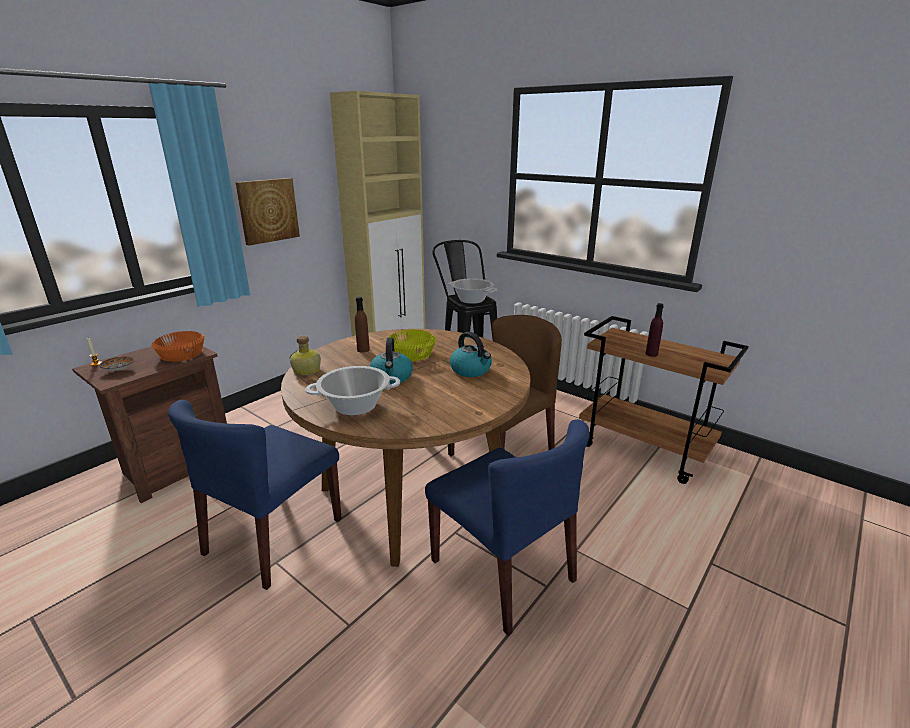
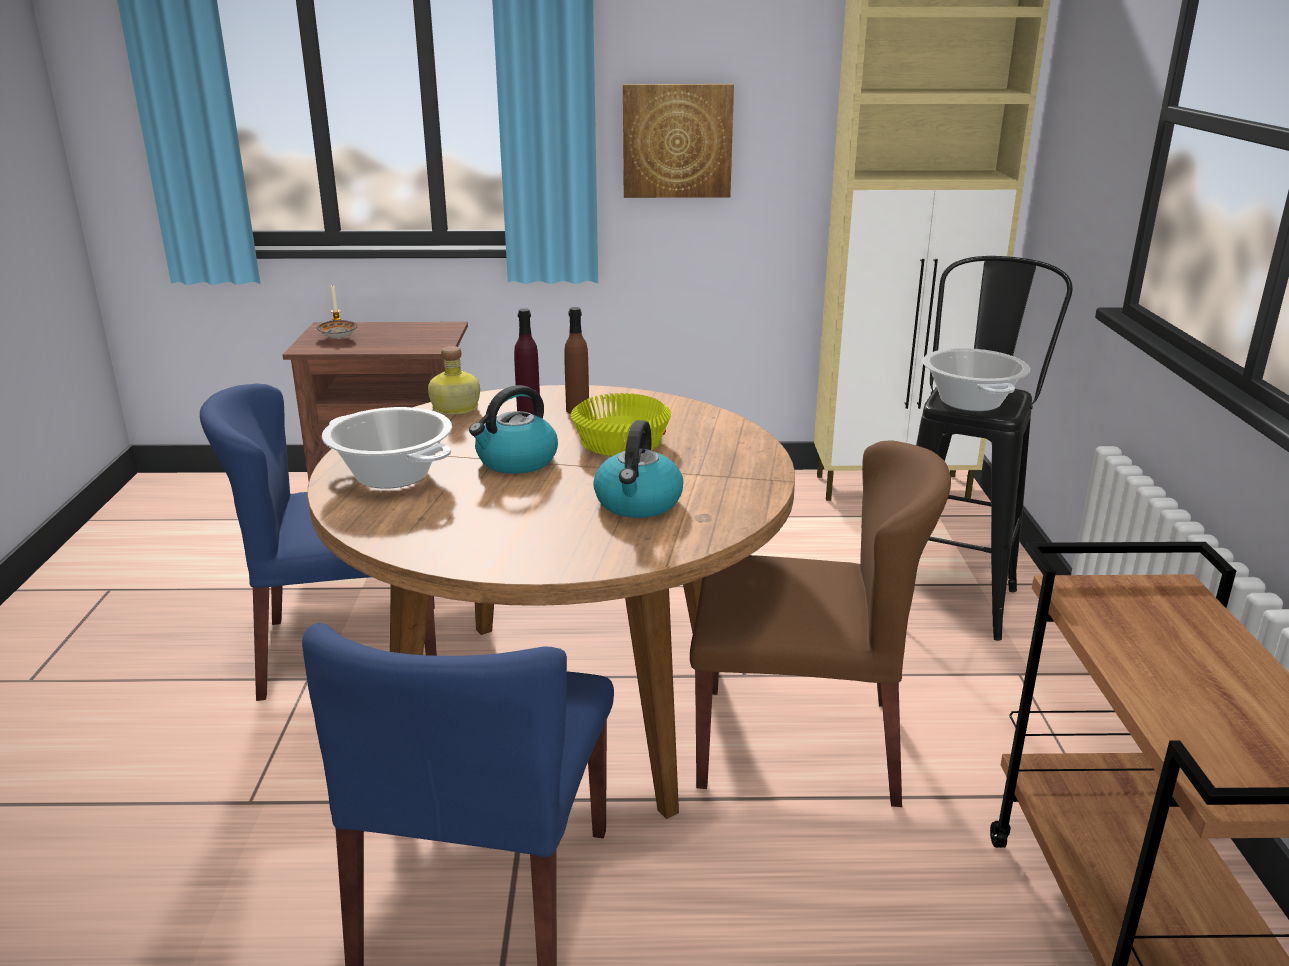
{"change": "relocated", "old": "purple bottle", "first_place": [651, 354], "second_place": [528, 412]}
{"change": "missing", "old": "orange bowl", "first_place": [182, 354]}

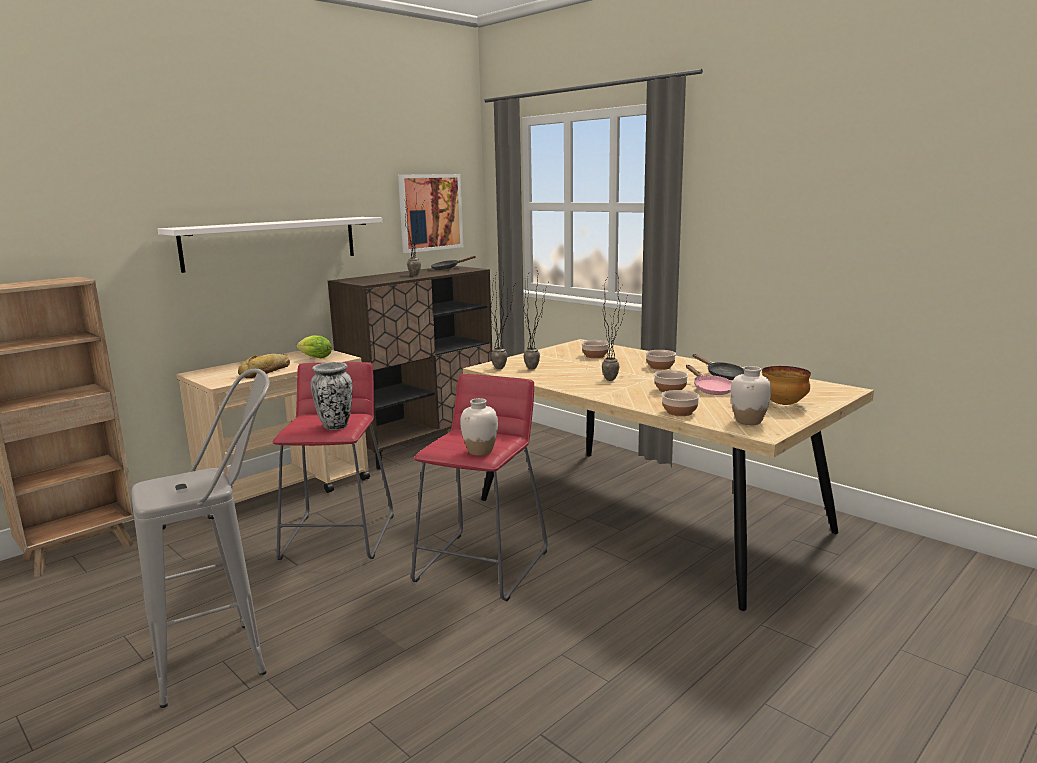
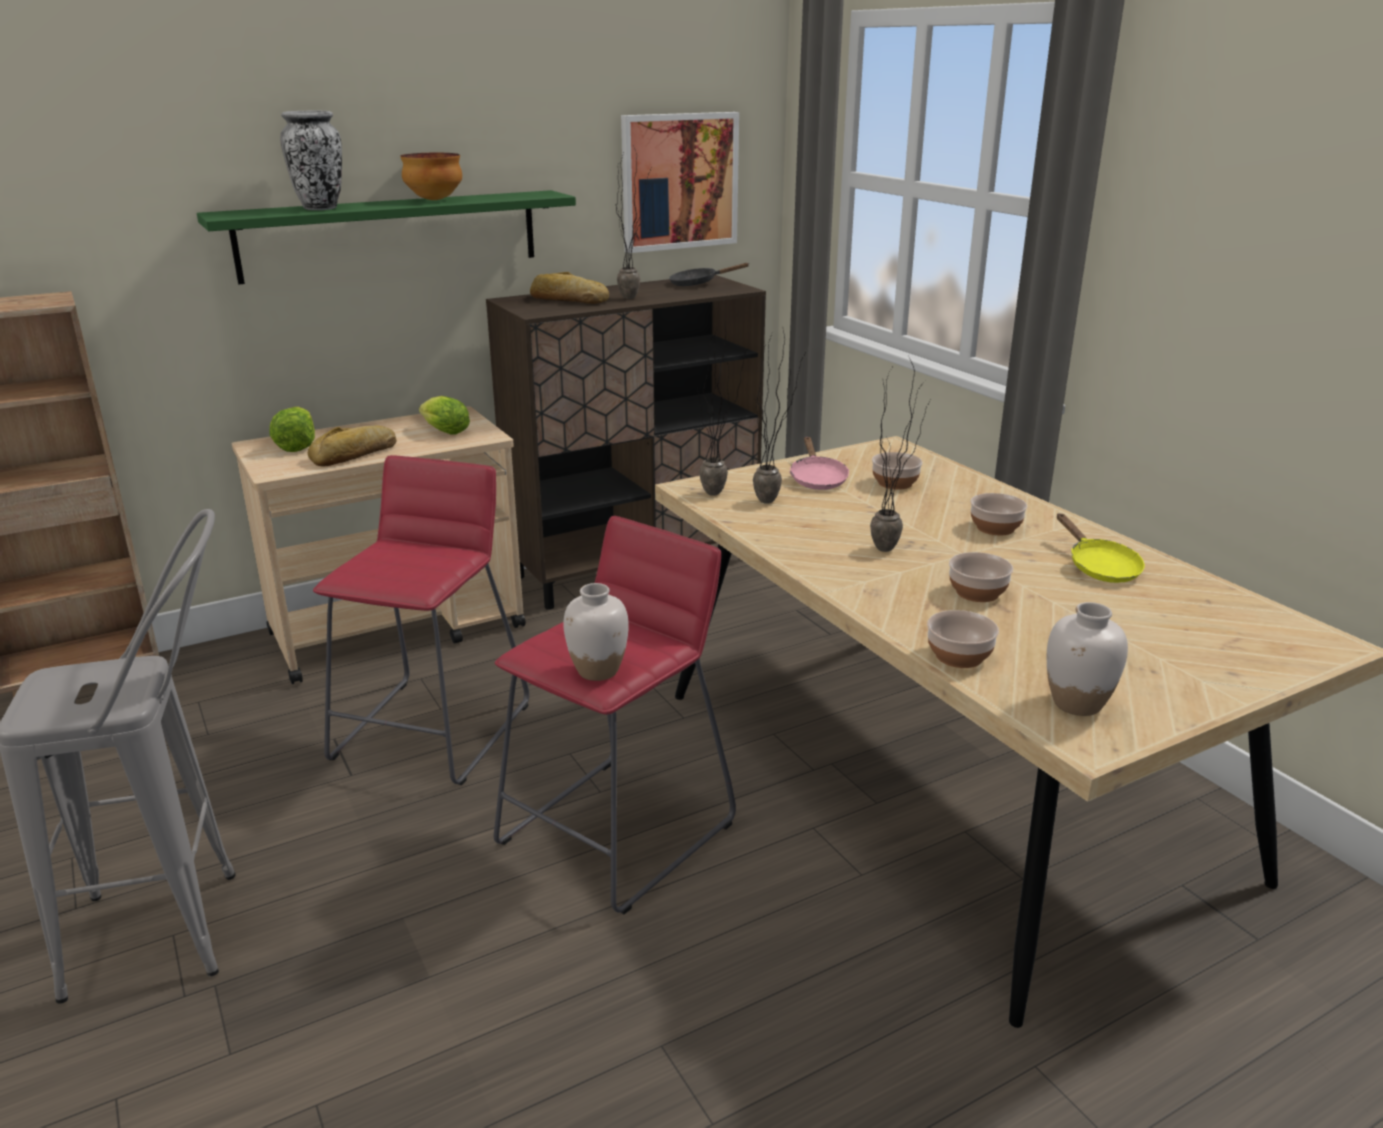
{"change": "colour", "old": "white shelf", "new": "green shelf", "first_place": [272, 242], "second_place": [390, 235]}
{"change": "appeared", "new": "lettuce", "second_place": [297, 445]}
{"change": "relocated", "old": "vase", "first_place": [335, 426], "second_place": [320, 208]}
{"change": "relocated", "old": "bowl", "first_place": [783, 404], "second_place": [433, 200]}
{"change": "appeared", "new": "bread", "second_place": [568, 300]}
{"change": "relocated", "old": "pink frying pan", "first_place": [710, 389], "second_place": [817, 479]}
{"change": "colour", "old": "black frying pan", "new": "yellow frying pan", "first_place": [722, 375], "second_place": [1099, 567]}

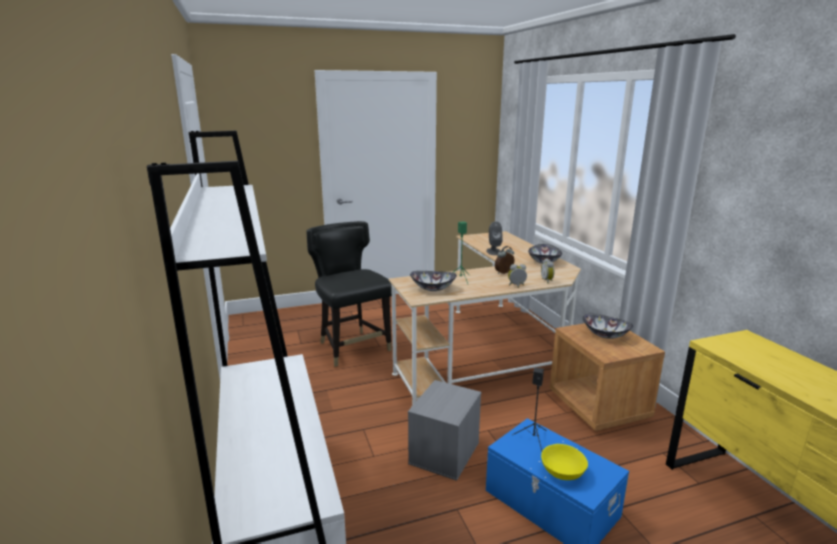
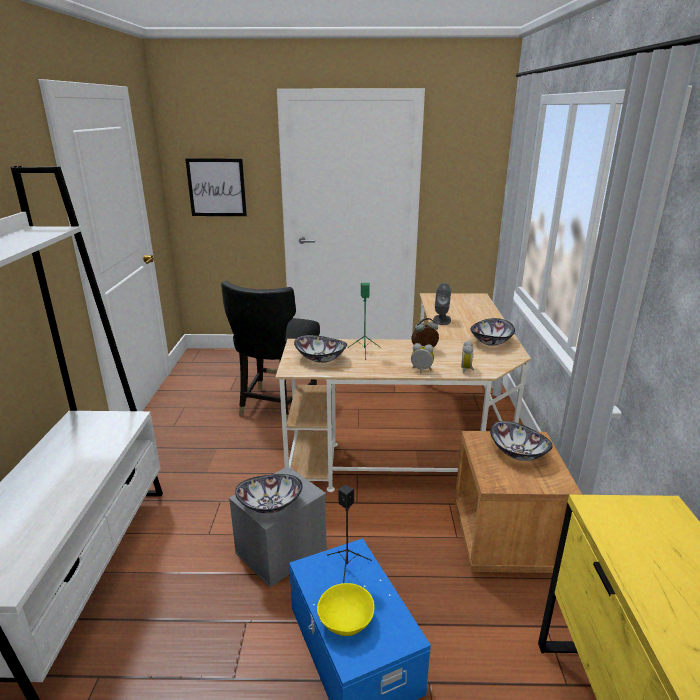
{"change": "appeared", "new": "picture", "second_place": [216, 187]}
{"change": "spun", "old": "black chair", "first_place": [353, 348], "second_place": [276, 405], "degrees": -150}
{"change": "appeared", "new": "bowl", "second_place": [270, 504]}

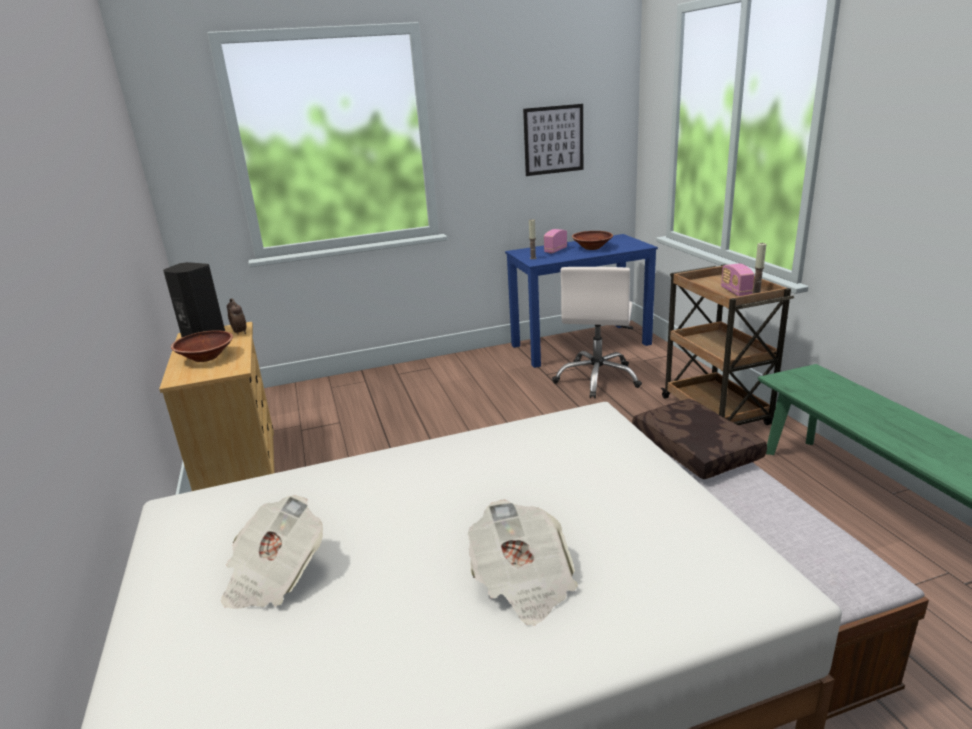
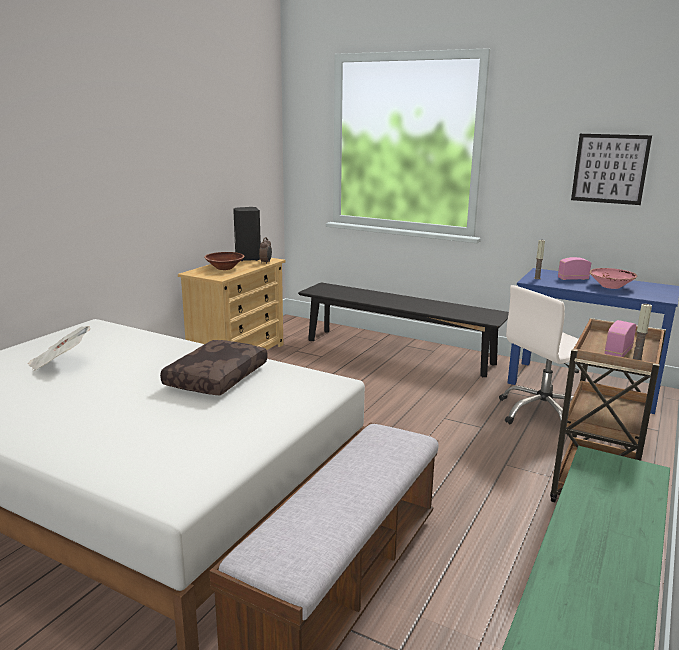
{"change": "relocated", "old": "brown pillow", "first_place": [693, 449], "second_place": [216, 377]}
{"change": "appeared", "new": "black bench", "second_place": [398, 352]}
{"change": "colour", "old": "brown bowl", "new": "pink bowl", "first_place": [592, 248], "second_place": [611, 286]}
{"change": "missing", "old": "newspaper", "first_place": [523, 582]}

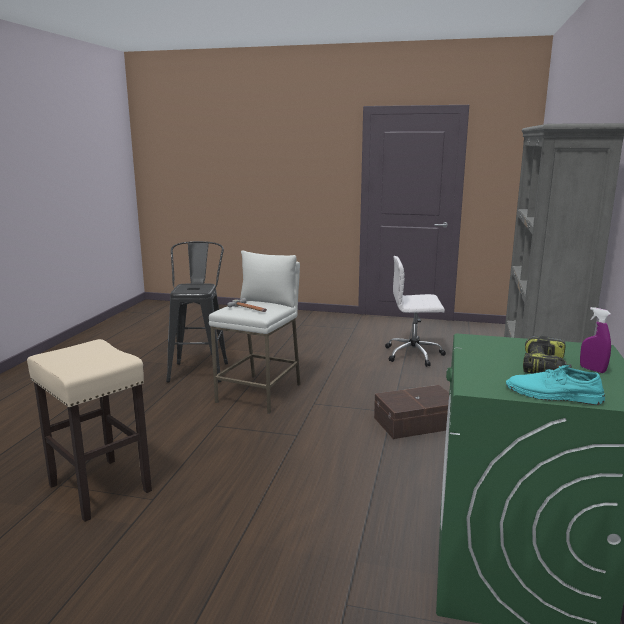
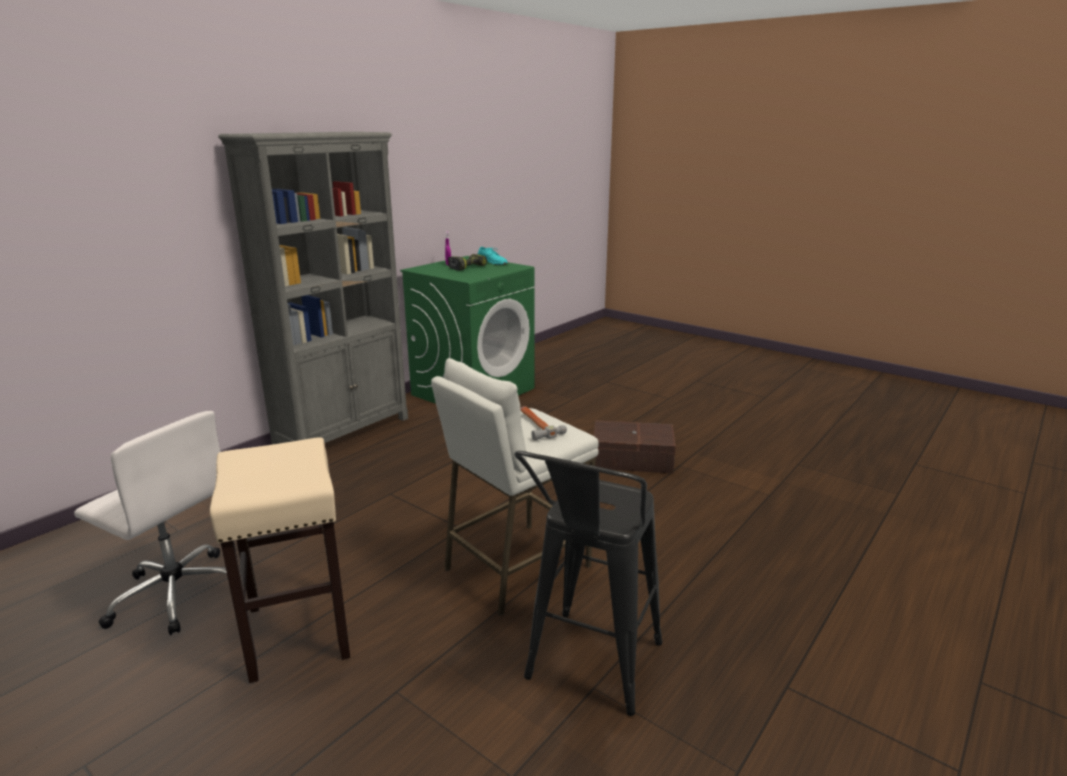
{"change": "relocated", "old": "beige stool", "first_place": [99, 487], "second_place": [299, 633]}
{"change": "relocated", "old": "brown storage box", "first_place": [417, 423], "second_place": [631, 458]}

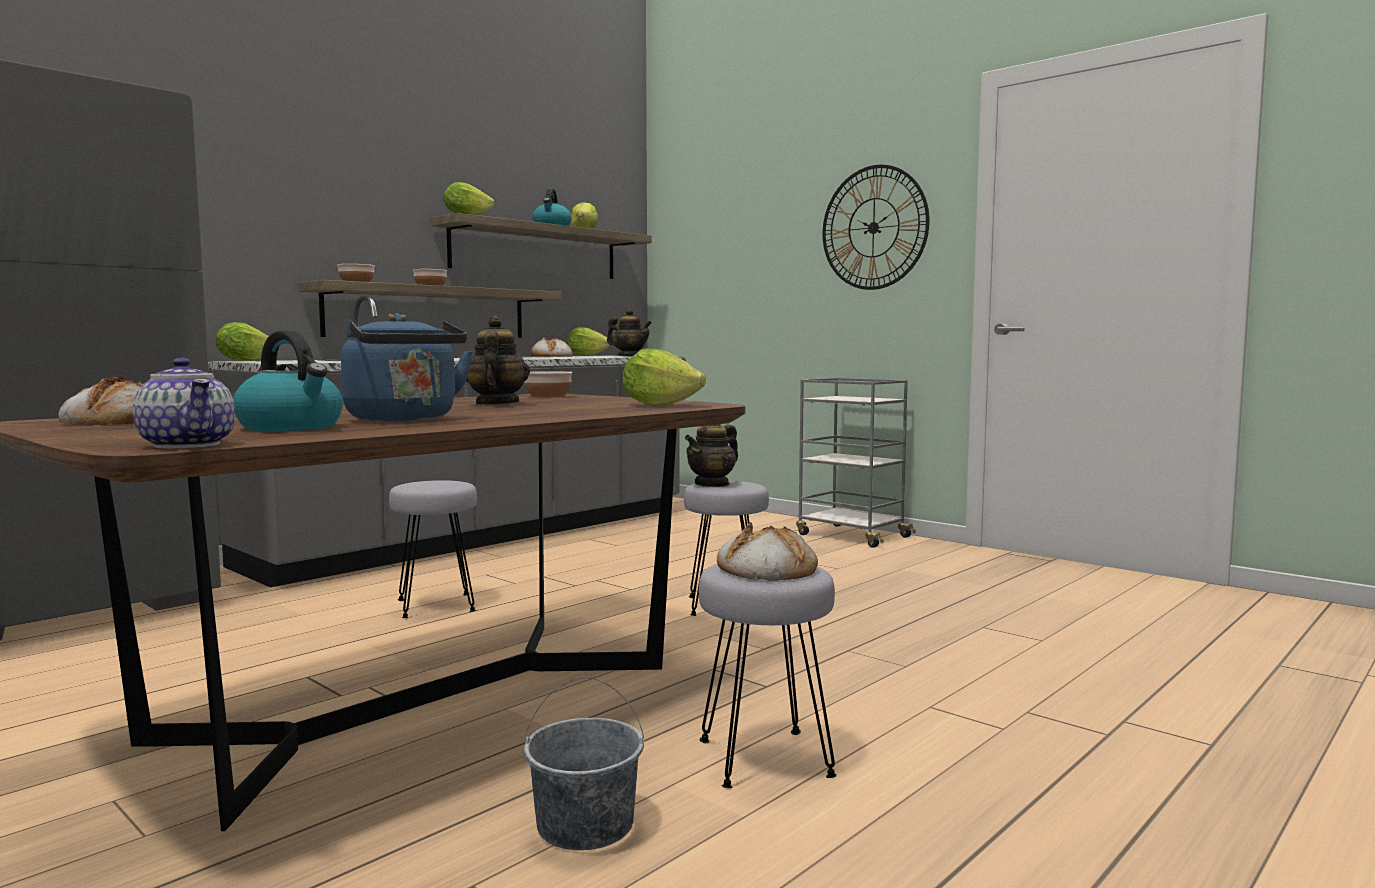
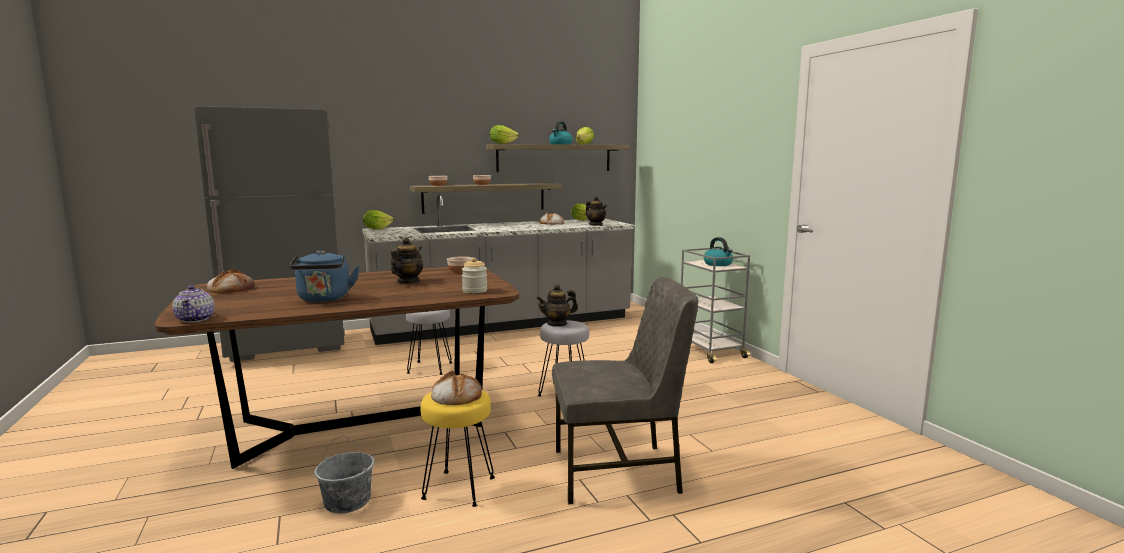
{"change": "colour", "old": "grey stool", "new": "yellow stool", "first_place": [764, 759], "second_place": [458, 489]}
{"change": "exchanged", "old": "lettuce", "new": "jar", "first_place": [660, 405], "second_place": [474, 291]}
{"change": "appeared", "new": "grey chair", "second_place": [618, 472]}
{"change": "relocated", "old": "kettle", "first_place": [291, 427], "second_place": [718, 264]}
{"change": "missing", "old": "wall clock", "first_place": [874, 228]}

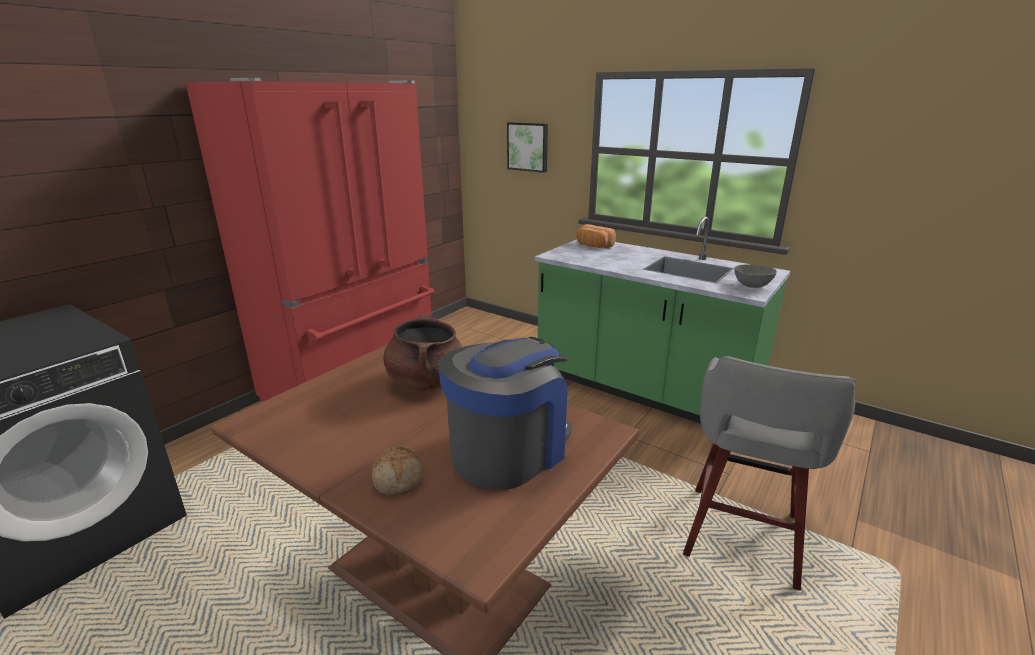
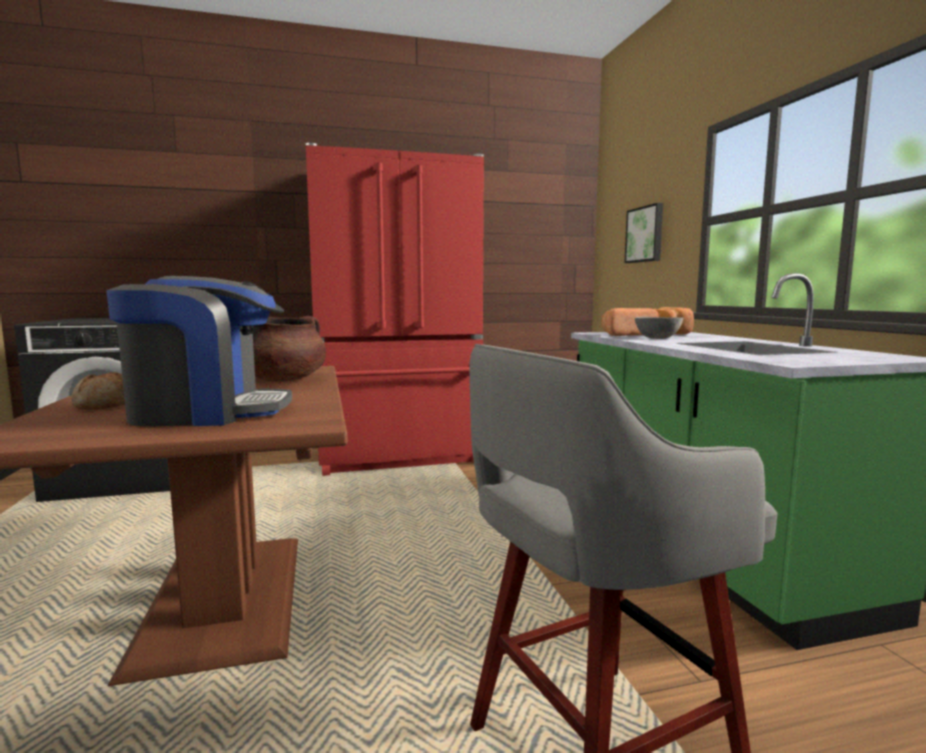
{"change": "appeared", "new": "bread", "second_place": [626, 335]}
{"change": "relocated", "old": "grey bowl", "first_place": [753, 286], "second_place": [657, 338]}

